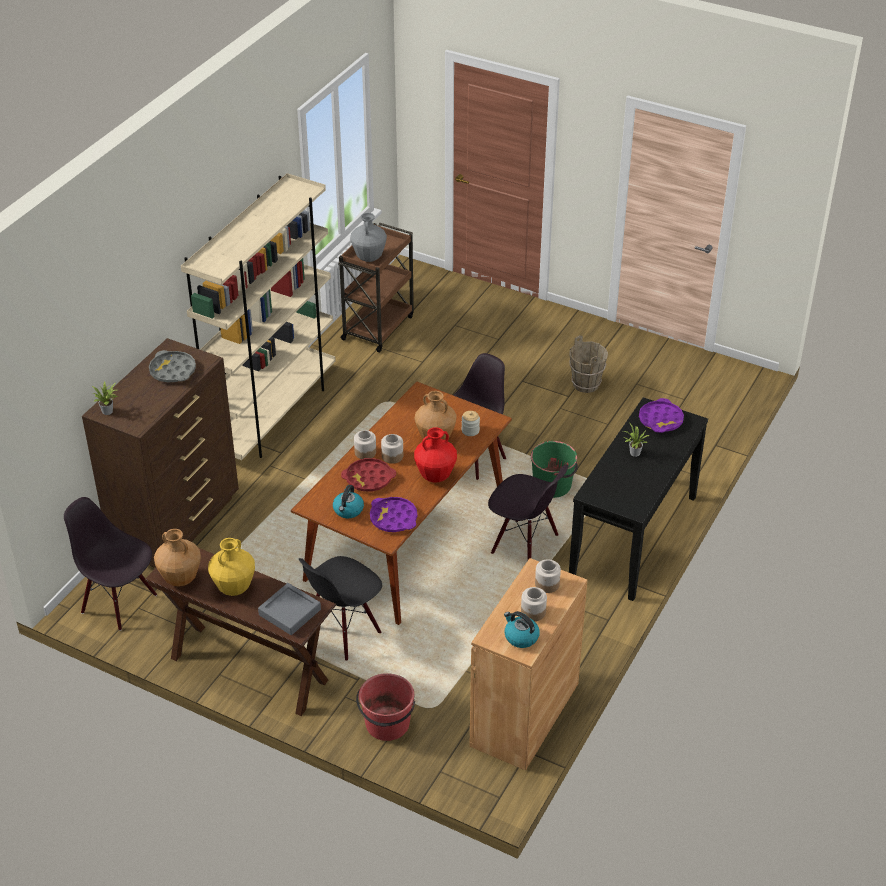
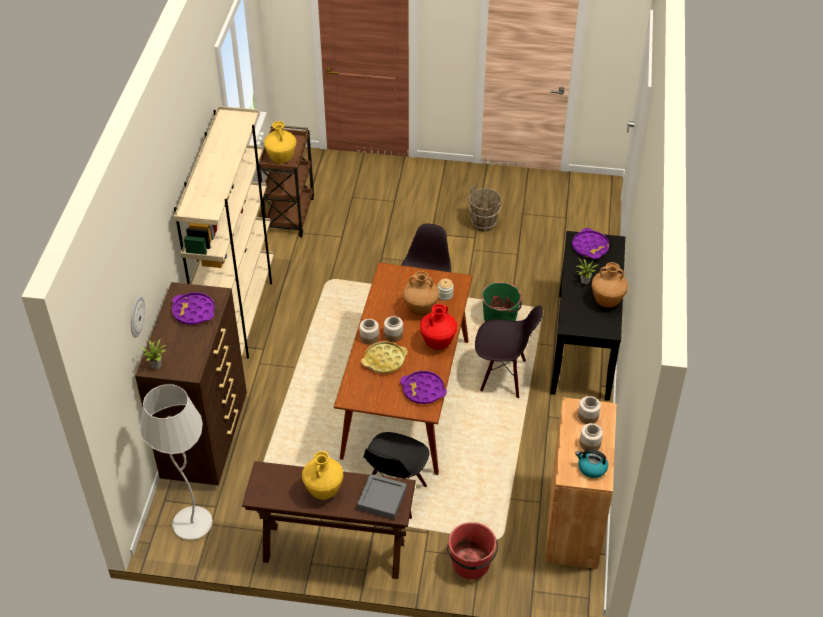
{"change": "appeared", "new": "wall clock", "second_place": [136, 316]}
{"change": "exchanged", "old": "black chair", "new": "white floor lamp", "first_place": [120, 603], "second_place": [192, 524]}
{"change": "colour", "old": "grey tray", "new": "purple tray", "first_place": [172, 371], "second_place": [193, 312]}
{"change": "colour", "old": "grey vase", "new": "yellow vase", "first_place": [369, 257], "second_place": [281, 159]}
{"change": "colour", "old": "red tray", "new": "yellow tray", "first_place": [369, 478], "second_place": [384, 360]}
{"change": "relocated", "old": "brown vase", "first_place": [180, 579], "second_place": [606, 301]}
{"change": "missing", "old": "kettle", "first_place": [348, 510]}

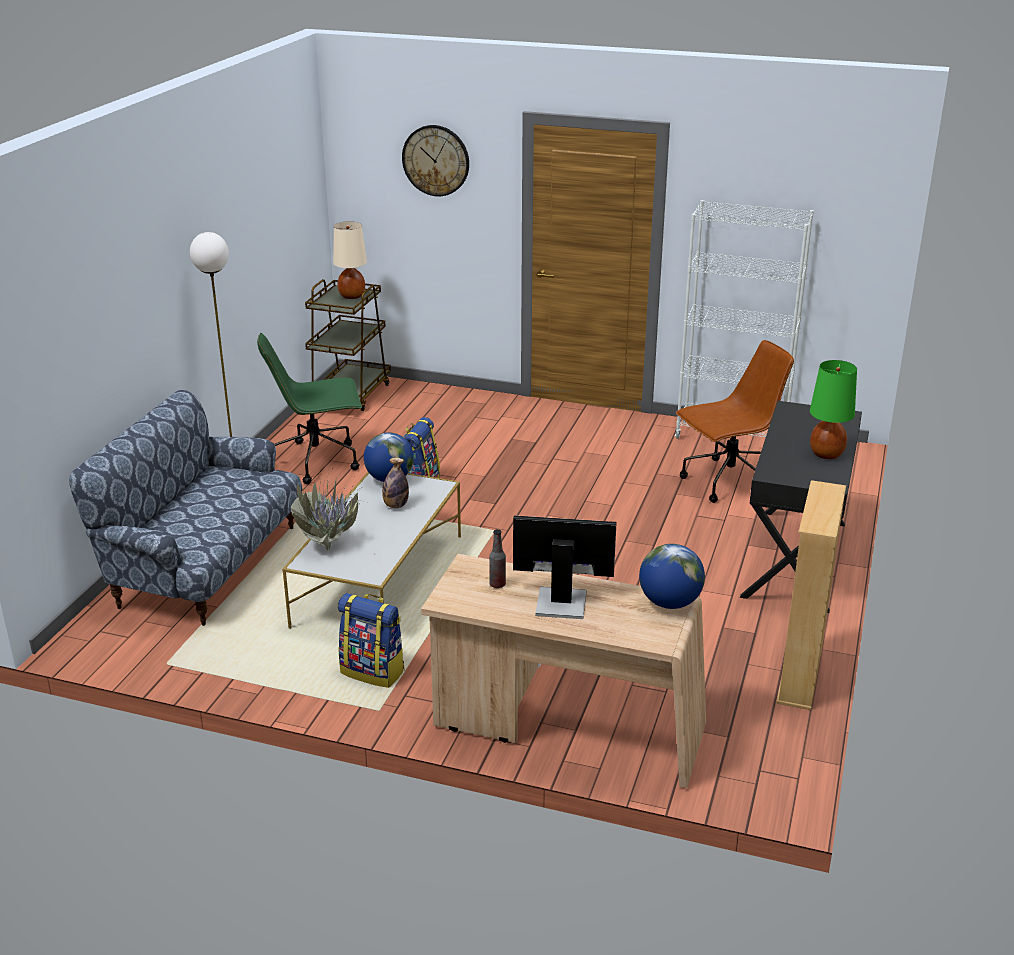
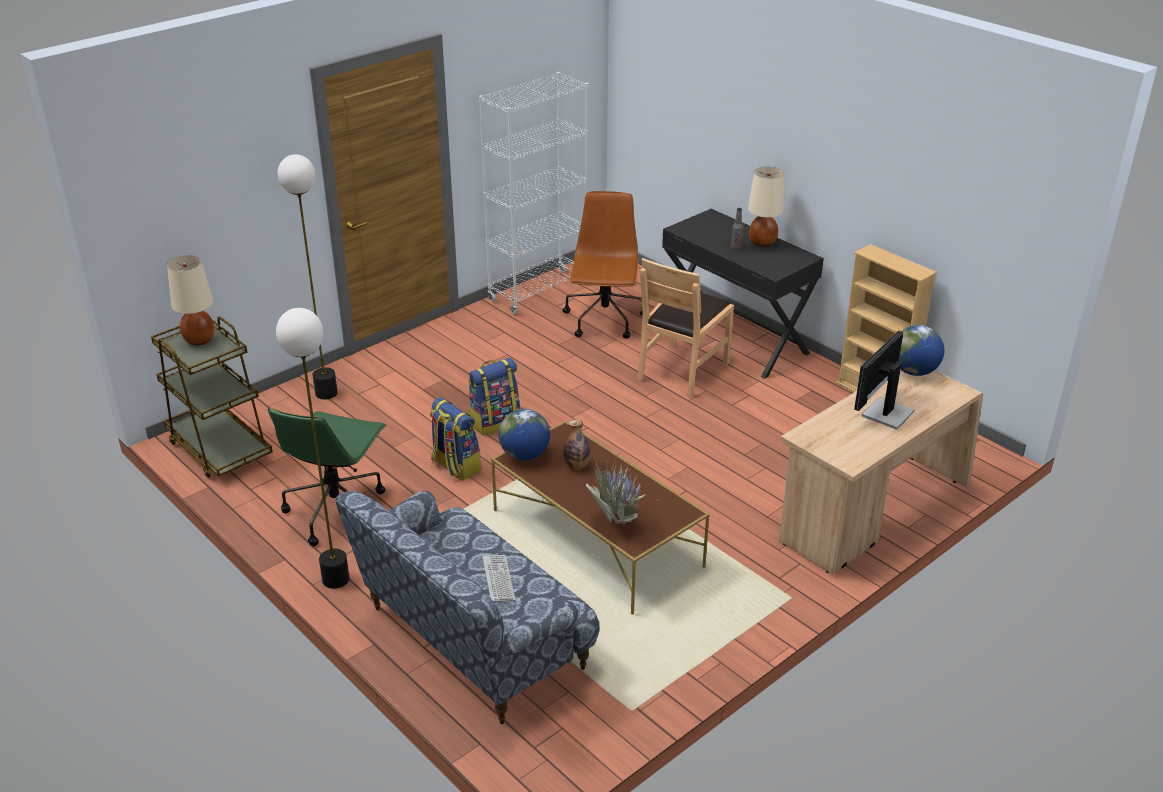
{"change": "appeared", "new": "floor lamp", "second_place": [326, 393]}
{"change": "relocated", "old": "backpack", "first_place": [373, 671], "second_place": [494, 422]}
{"change": "appeared", "new": "keyboard", "second_place": [498, 579]}
{"change": "colour", "old": "white coffee table", "new": "brown coffee table", "first_place": [380, 580], "second_place": [595, 538]}
{"change": "appeared", "new": "brown chair", "second_place": [682, 370]}
{"change": "relocated", "old": "bottle", "first_place": [497, 584], "second_place": [736, 248]}
{"change": "colour", "old": "green table lamp", "new": "beige table lamp", "first_place": [826, 454], "second_place": [762, 243]}
{"change": "missing", "old": "wall clock", "first_place": [436, 160]}

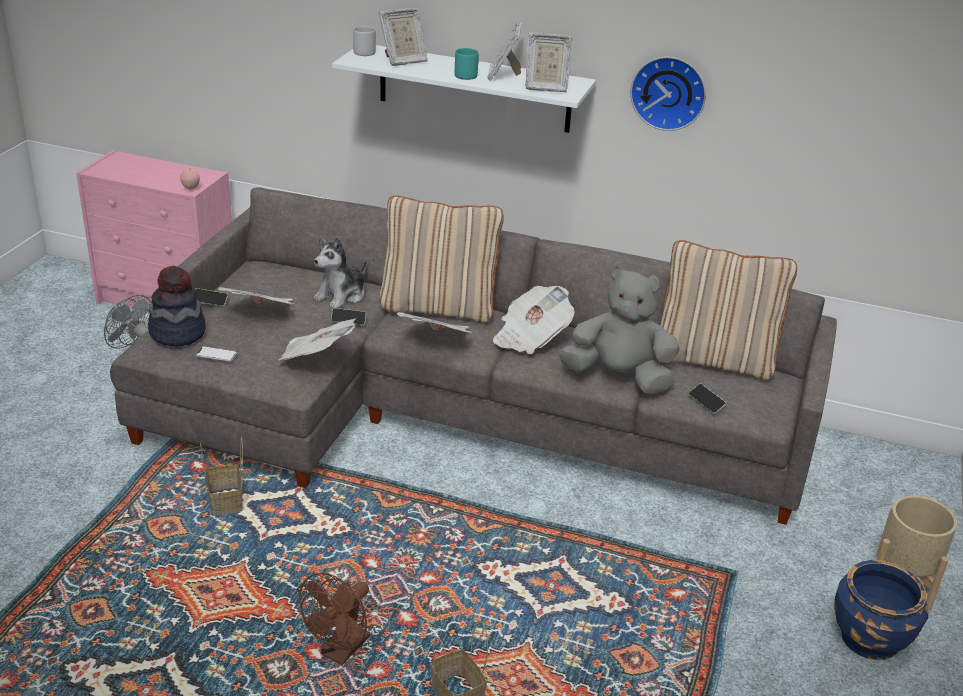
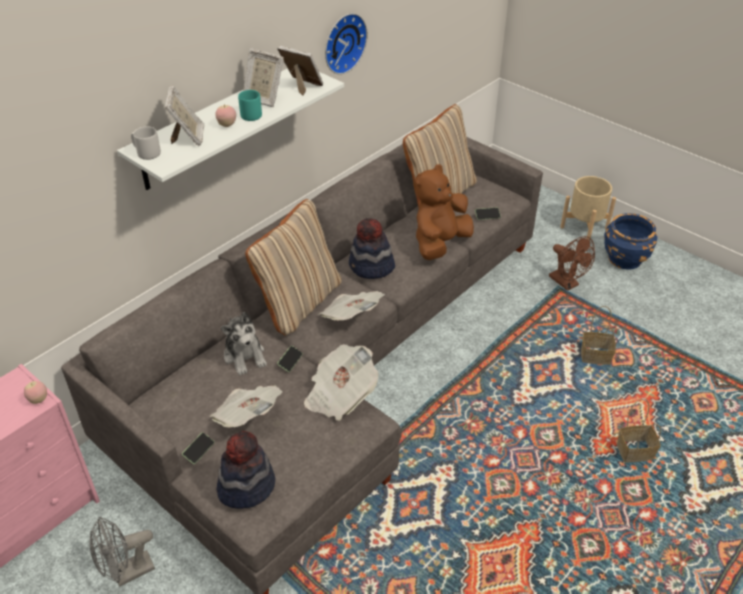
{"change": "appeared", "new": "apple", "second_place": [227, 125]}
{"change": "spun", "old": "picture frame", "first_place": [545, 87], "second_place": [303, 87], "degrees": -90}
{"change": "exchanged", "old": "newspaper", "new": "hat", "first_place": [530, 337], "second_place": [371, 267]}
{"change": "colour", "old": "grey plush toy", "new": "brown plush toy", "first_place": [618, 378], "second_place": [440, 243]}
{"change": "relocated", "old": "brown fan", "first_place": [340, 652], "second_place": [567, 283]}
{"change": "relocated", "old": "basket", "first_place": [227, 503], "second_place": [596, 356]}
{"change": "missing", "old": "phone", "first_place": [216, 354]}

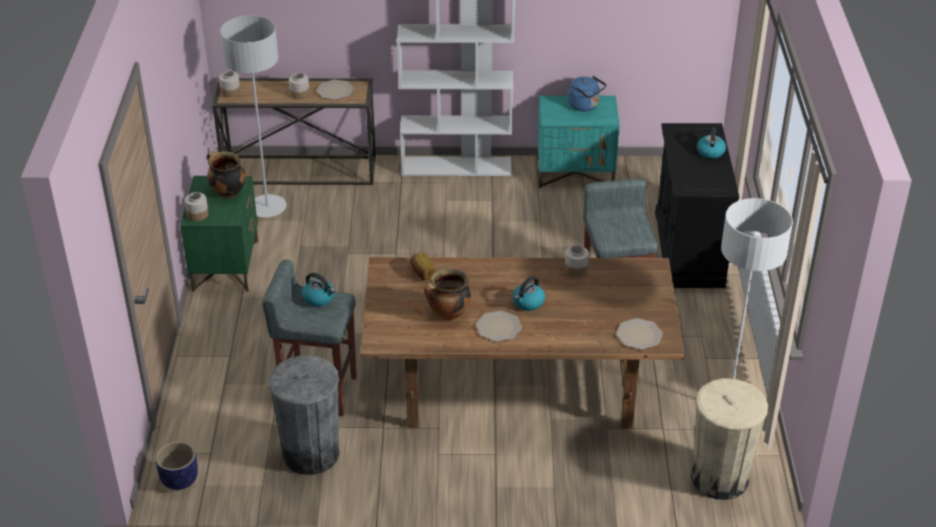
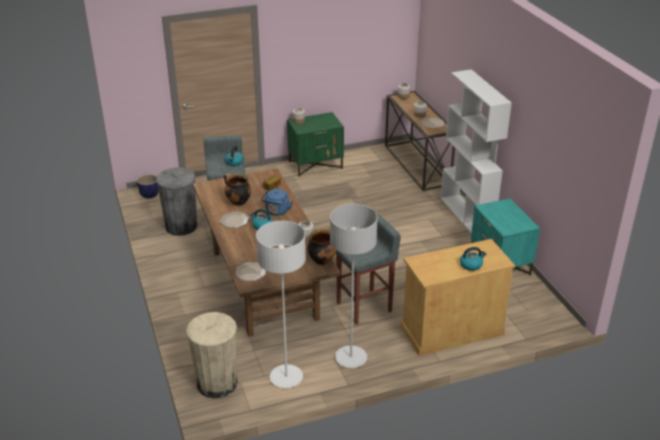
{"change": "relocated", "old": "blue kettle", "first_place": [585, 106], "second_place": [277, 212]}
{"change": "relocated", "old": "cooking pot", "first_place": [227, 192], "second_place": [322, 260]}
{"change": "relocated", "old": "grey floor lamp", "first_place": [267, 207], "second_place": [351, 358]}
{"change": "colour", "old": "black cabinet", "new": "beige cabinet", "first_place": [688, 249], "second_place": [451, 330]}

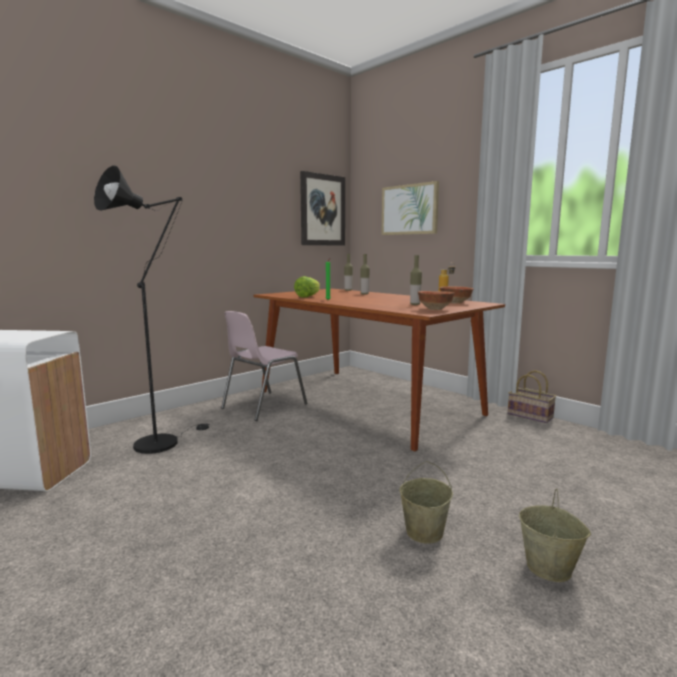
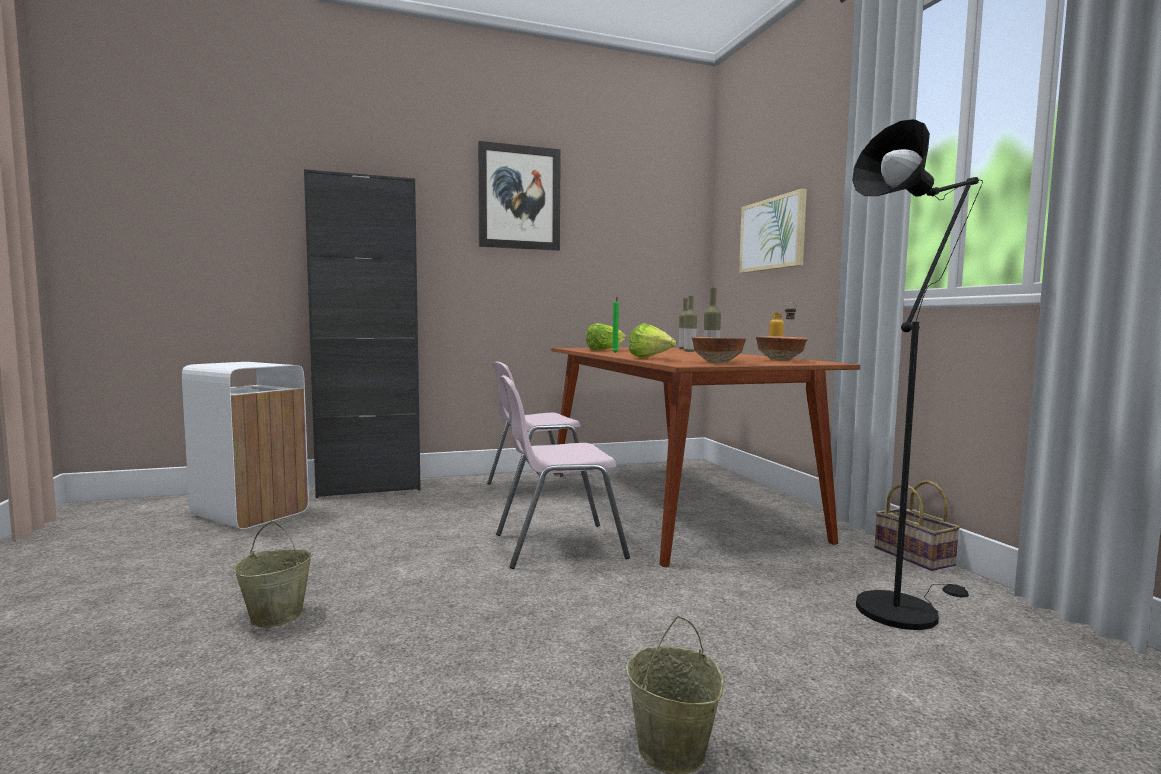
{"change": "relocated", "old": "beige bucket", "first_place": [424, 532], "second_place": [277, 616]}
{"change": "appeared", "new": "black cabinet", "second_place": [369, 488]}
{"change": "relocated", "old": "picture", "first_place": [322, 210], "second_place": [519, 198]}
{"change": "appeared", "new": "pink chair", "second_place": [556, 545]}
{"change": "appeared", "new": "lettuce", "second_place": [651, 358]}
{"change": "relocated", "old": "black floor lamp", "first_place": [162, 441], "second_place": [903, 607]}

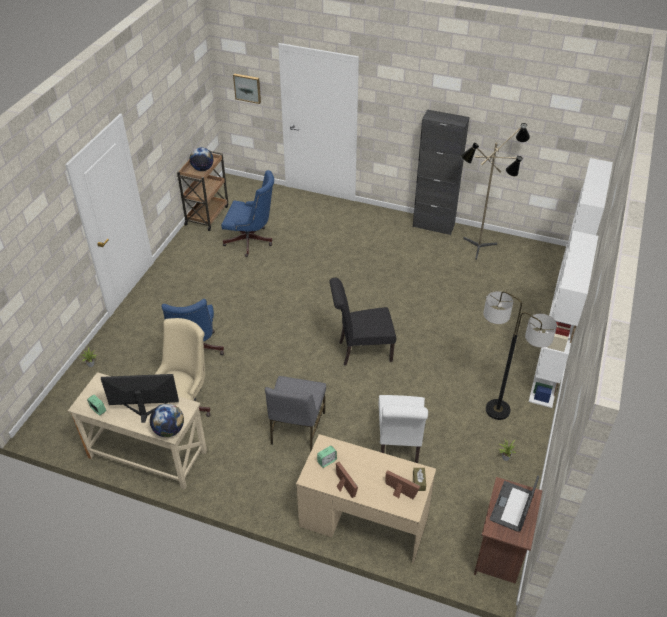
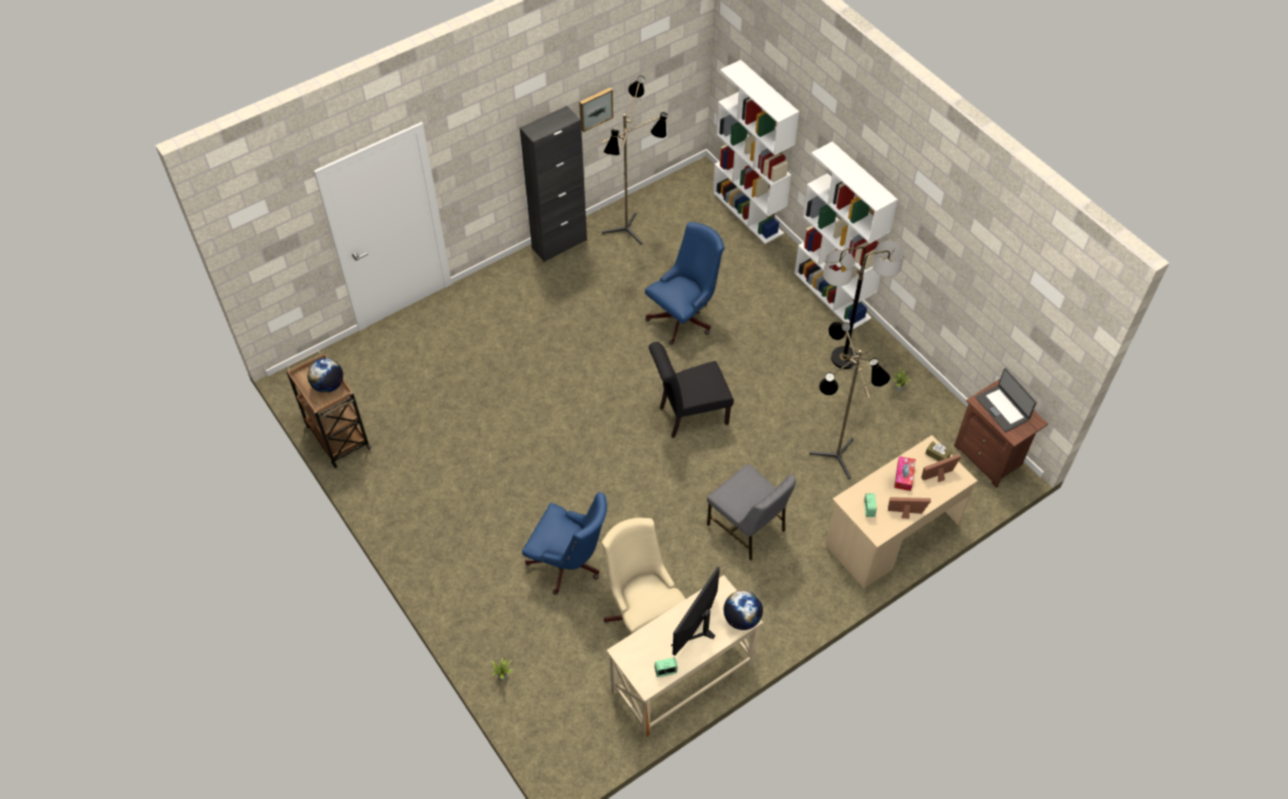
{"change": "relocated", "old": "picture", "first_place": [247, 88], "second_place": [595, 108]}
{"change": "relocated", "old": "blue office chair", "first_place": [251, 242], "second_place": [684, 317]}
{"change": "spun", "old": "black chair", "first_place": [361, 351], "second_place": [689, 416], "degrees": 45}
{"change": "exchanged", "old": "white chair", "new": "floor lamp", "first_place": [398, 448], "second_place": [832, 459]}
{"change": "appeared", "new": "tissue box", "second_place": [904, 476]}

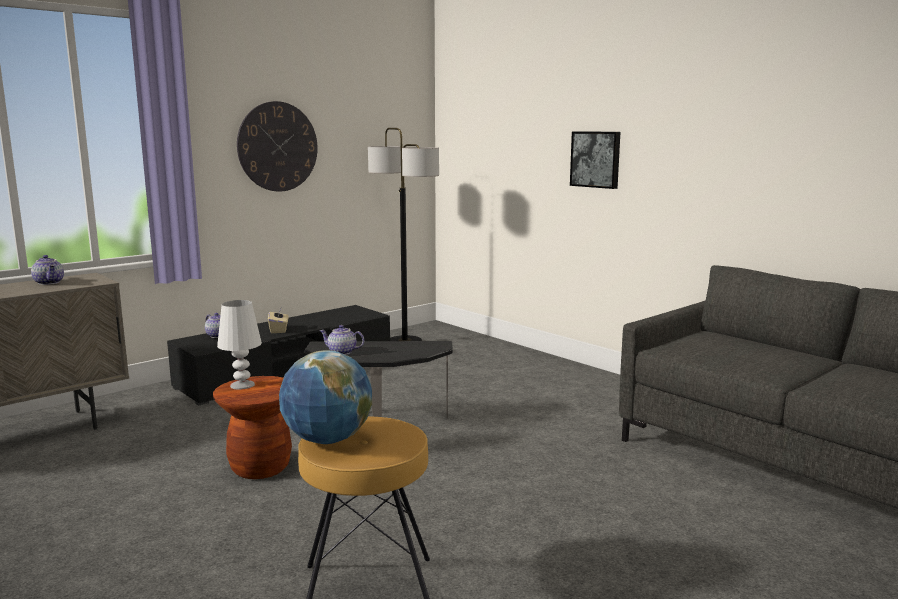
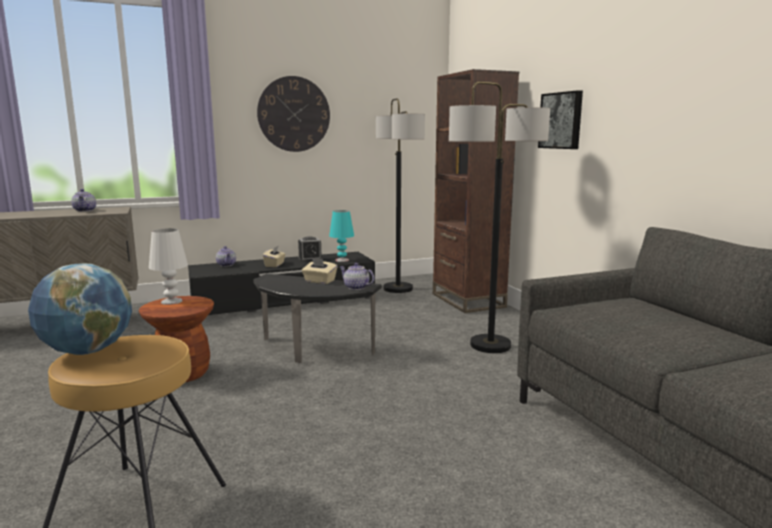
{"change": "appeared", "new": "alarm clock", "second_place": [310, 259]}
{"change": "appeared", "new": "beige tissue box", "second_place": [319, 281]}
{"change": "appeared", "new": "turquoise table lamp", "second_place": [342, 260]}
{"change": "relocated", "old": "teapot", "first_place": [341, 352], "second_place": [355, 287]}
{"change": "appeared", "new": "brown bookcase", "second_place": [467, 300]}
{"change": "appeared", "new": "floor lamp", "second_place": [490, 345]}

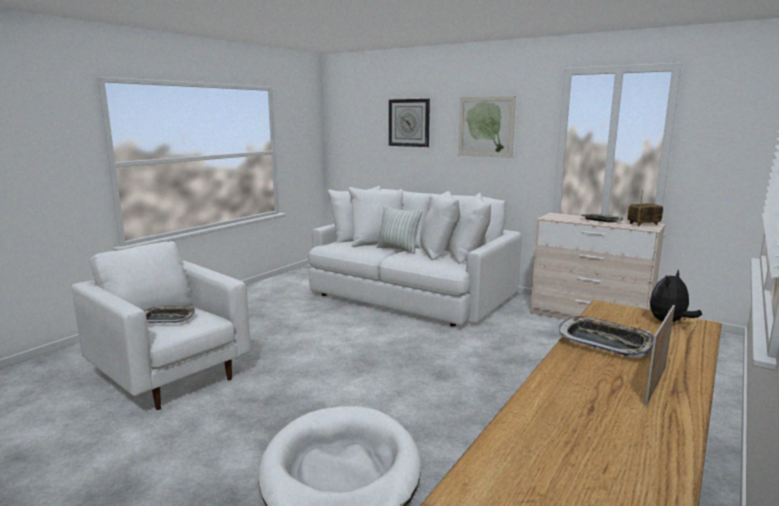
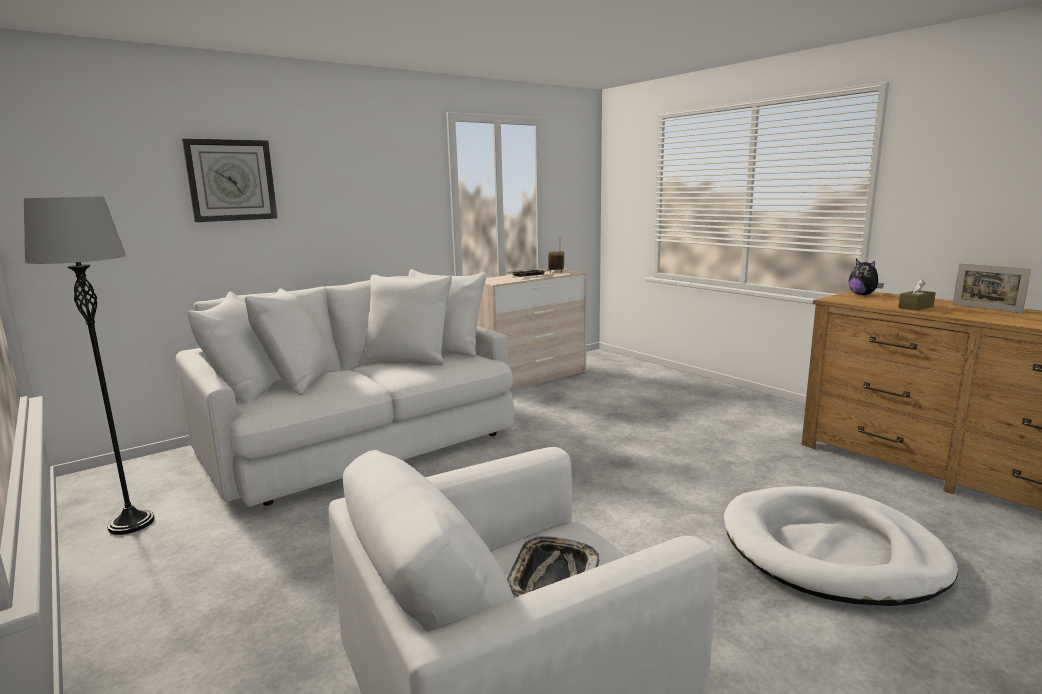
{"change": "appeared", "new": "grey floor lamp", "second_place": [131, 523]}
{"change": "exchanged", "old": "tray", "new": "brown tissue box", "first_place": [604, 342], "second_place": [915, 307]}
{"change": "missing", "old": "pillow", "first_place": [398, 249]}
{"change": "missing", "old": "picture", "first_place": [486, 127]}

